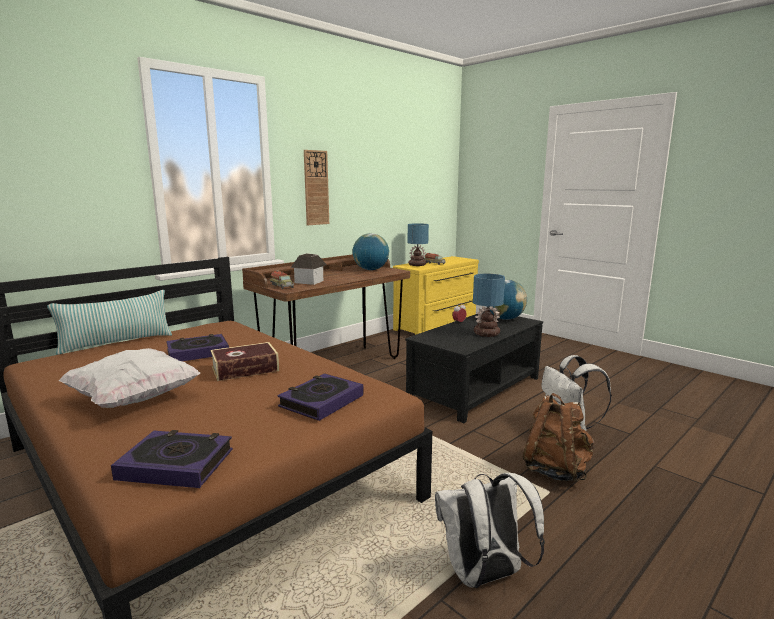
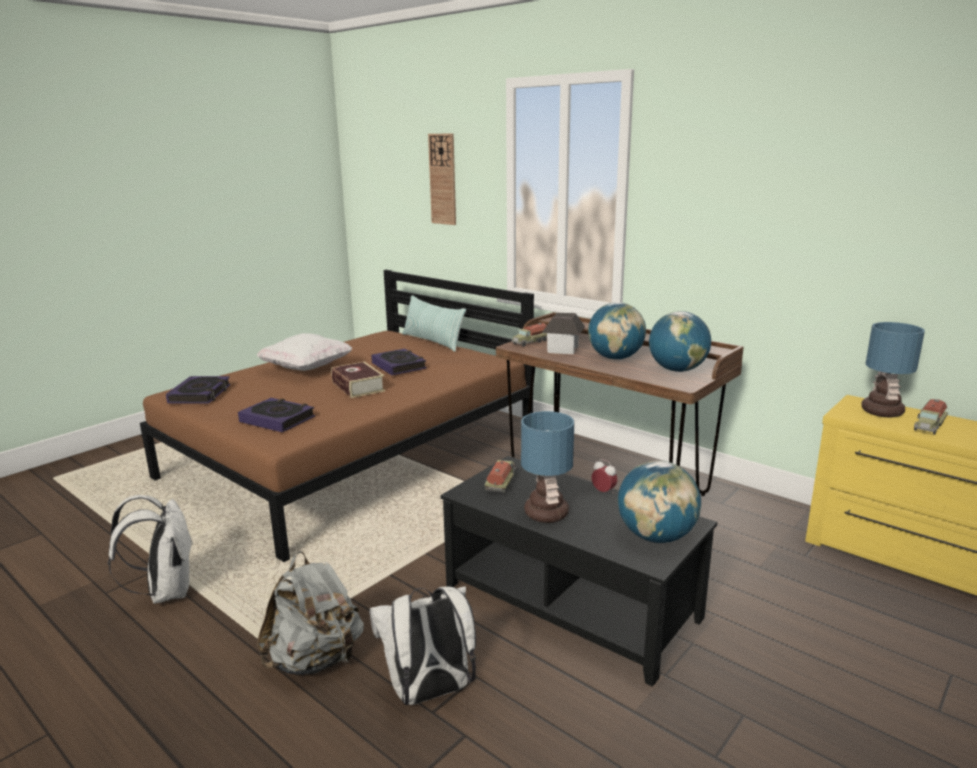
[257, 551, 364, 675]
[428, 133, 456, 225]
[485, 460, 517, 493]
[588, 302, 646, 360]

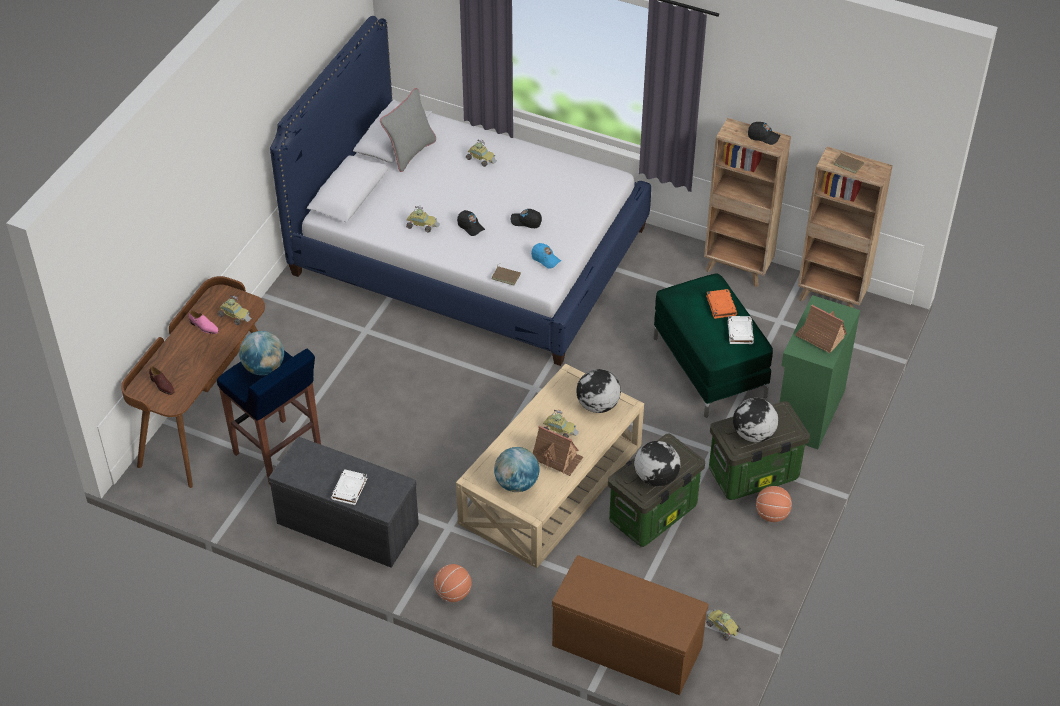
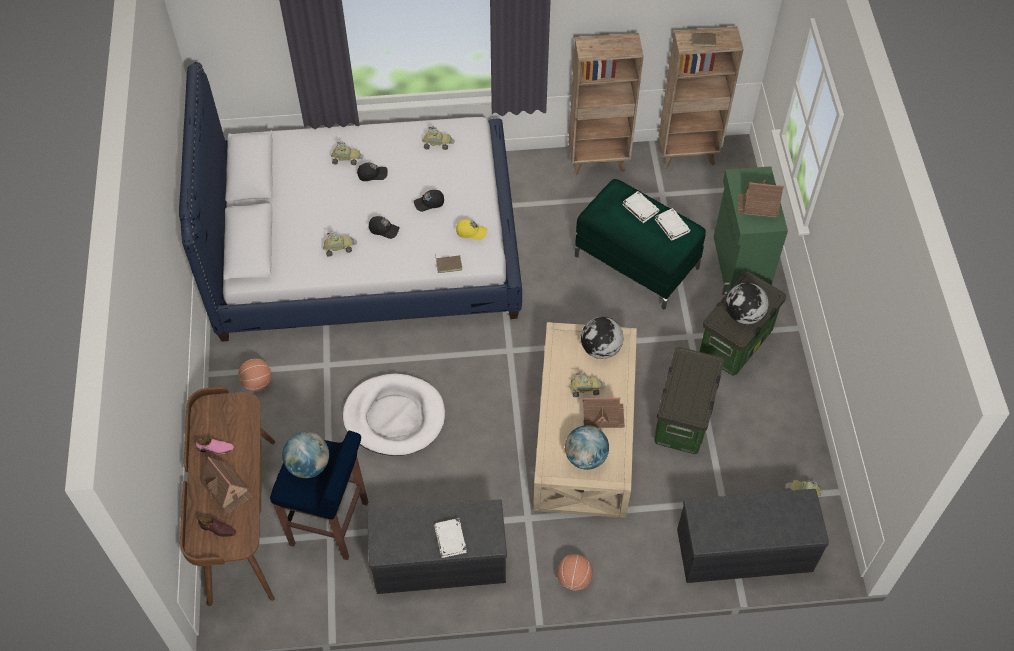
[201, 457, 253, 514]
[239, 358, 272, 392]
[343, 373, 445, 456]
[357, 162, 388, 181]
[422, 126, 455, 150]
[456, 219, 487, 240]
[622, 191, 660, 223]
[677, 489, 829, 583]
[380, 88, 436, 172] (first image)
[634, 441, 680, 487] (first image)

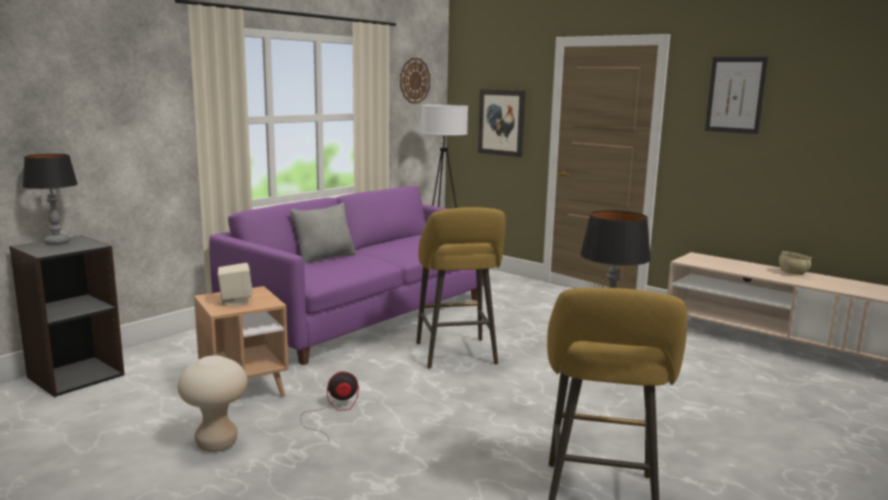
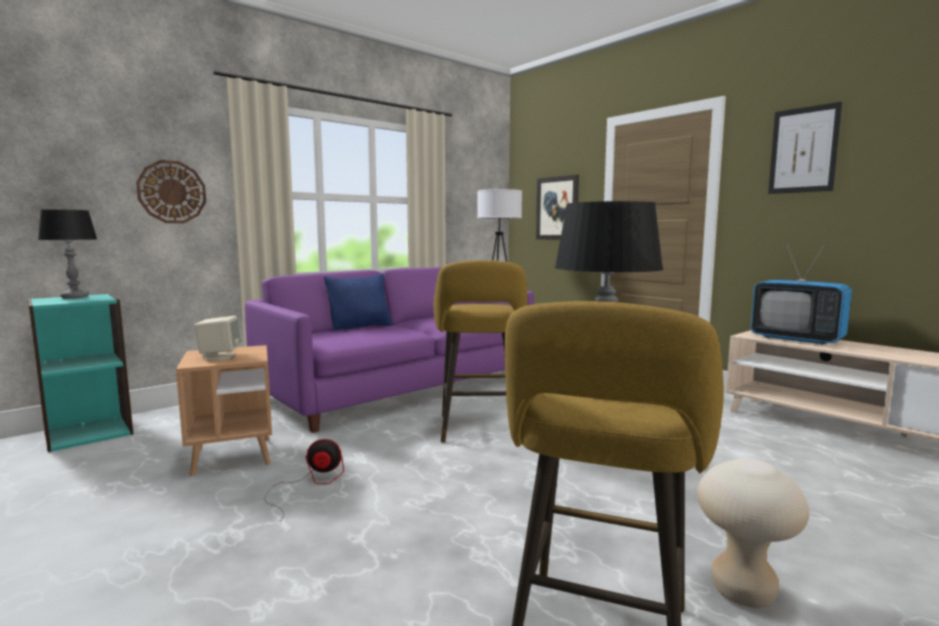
[28, 294, 133, 452]
[136, 160, 206, 223]
[324, 274, 393, 331]
[697, 458, 809, 608]
[751, 243, 852, 345]
[779, 251, 812, 275] (first image)

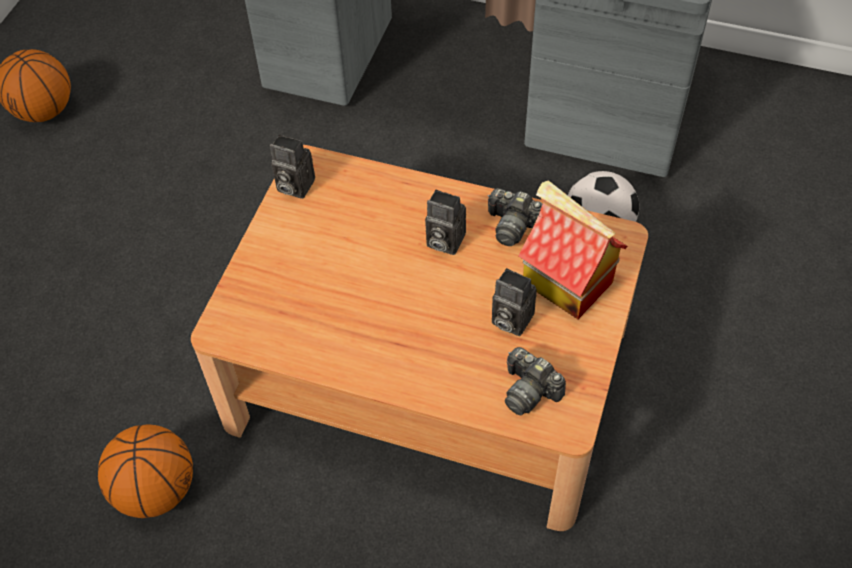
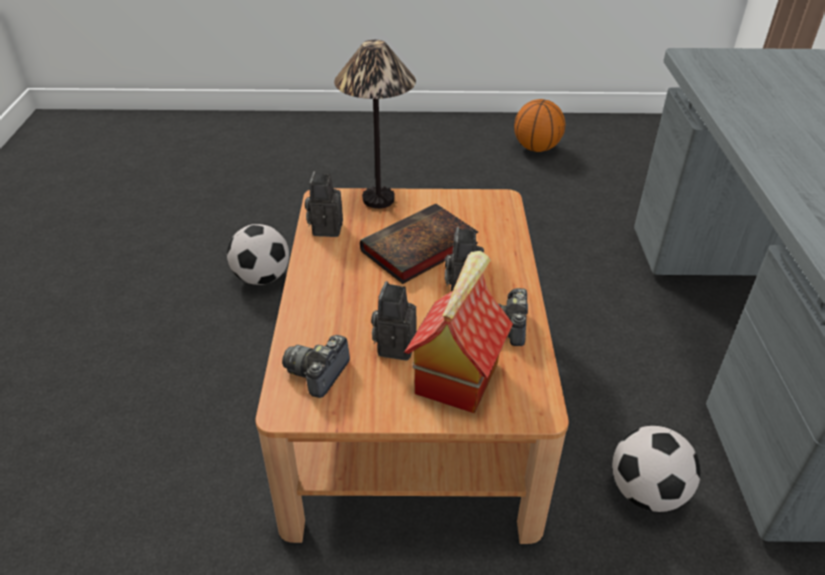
[227, 224, 289, 285]
[305, 171, 343, 237]
[334, 40, 416, 209]
[360, 204, 478, 284]

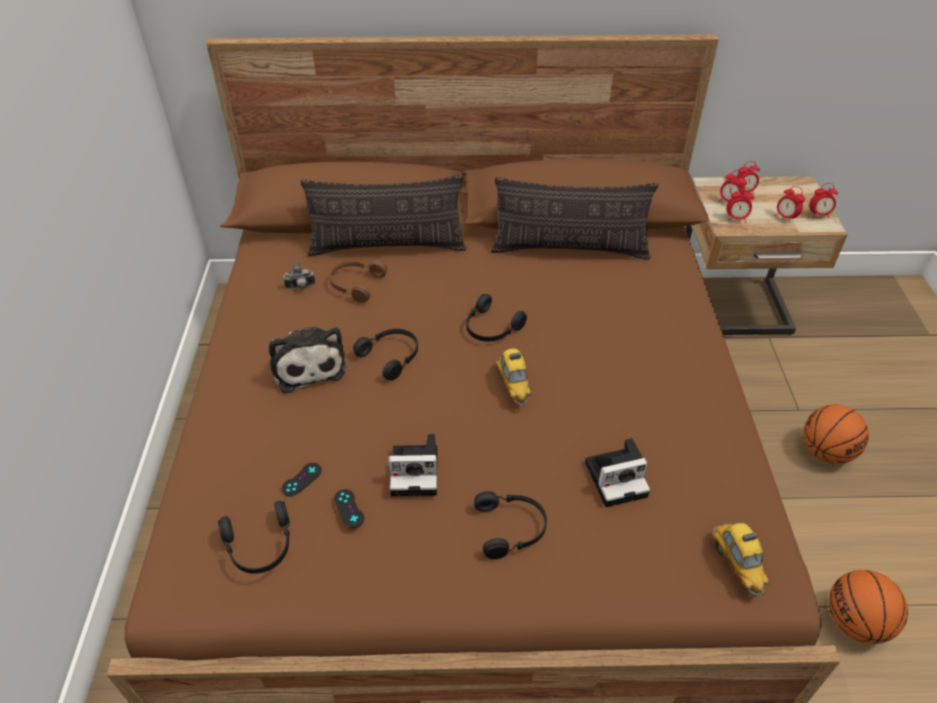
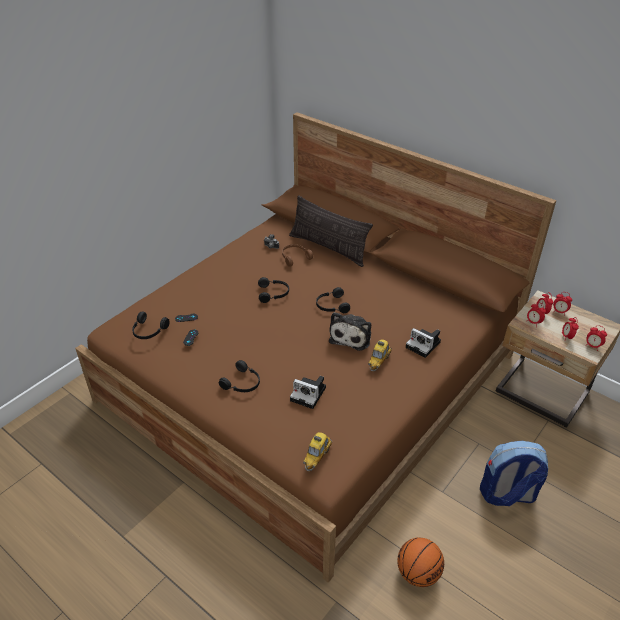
[329, 312, 371, 351]
[368, 340, 392, 372]
[406, 328, 441, 358]
[480, 441, 548, 506]
[491, 177, 658, 260] (first image)

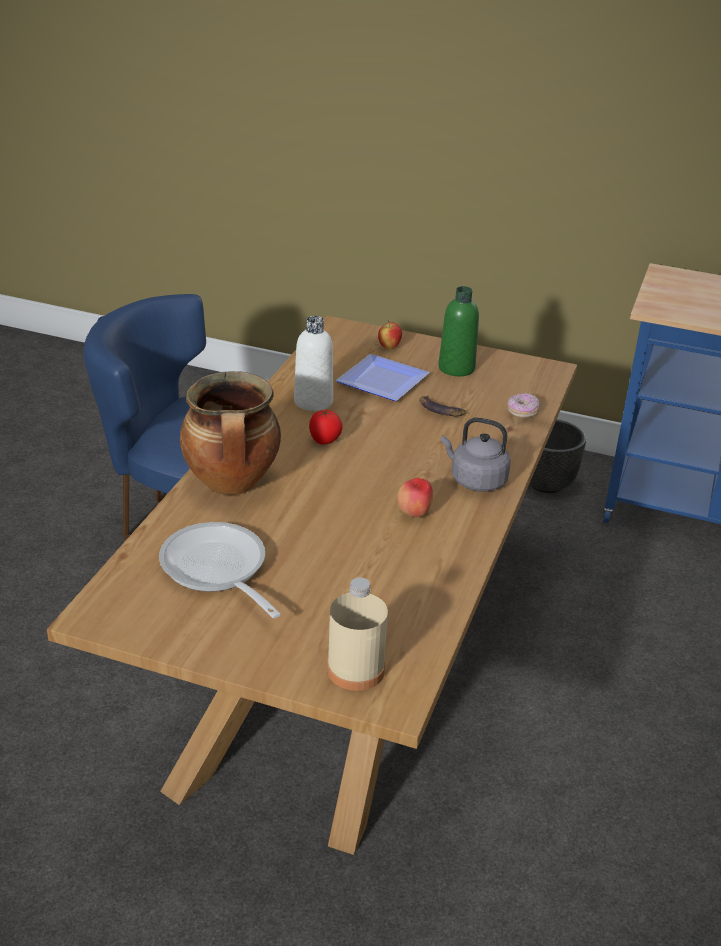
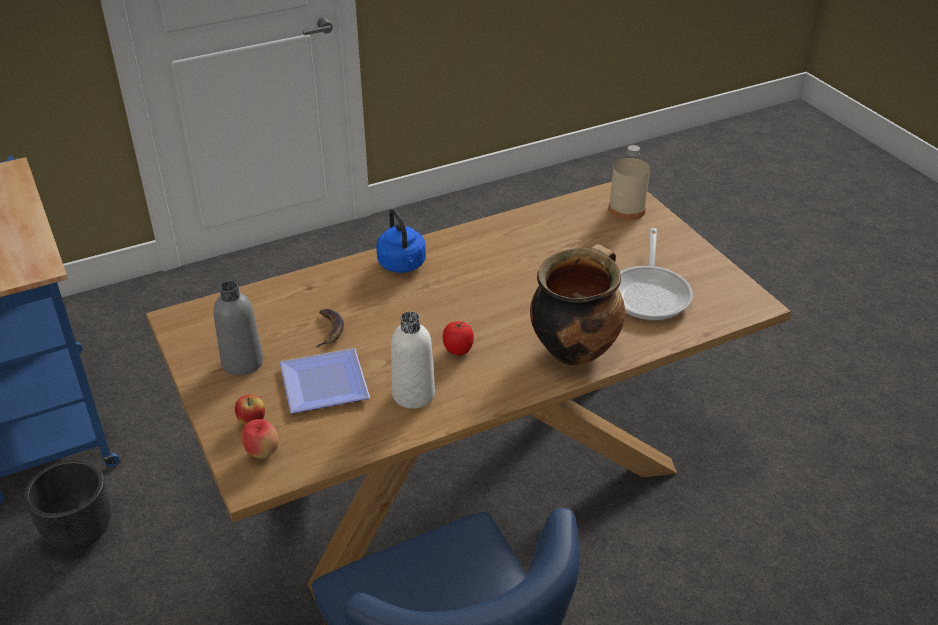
[213, 281, 263, 376]
[242, 419, 279, 459]
[376, 209, 426, 273]
[508, 393, 540, 418] (first image)

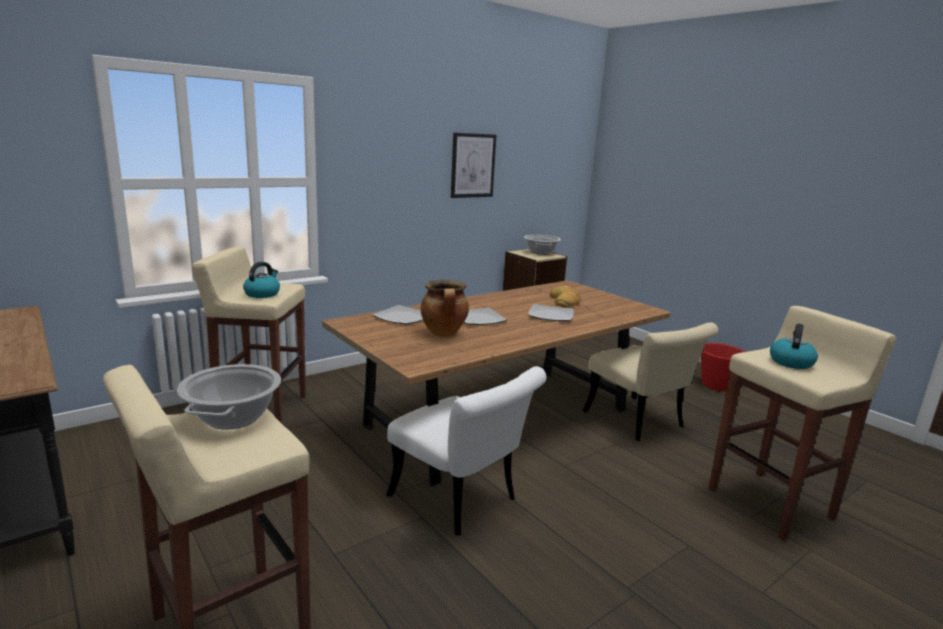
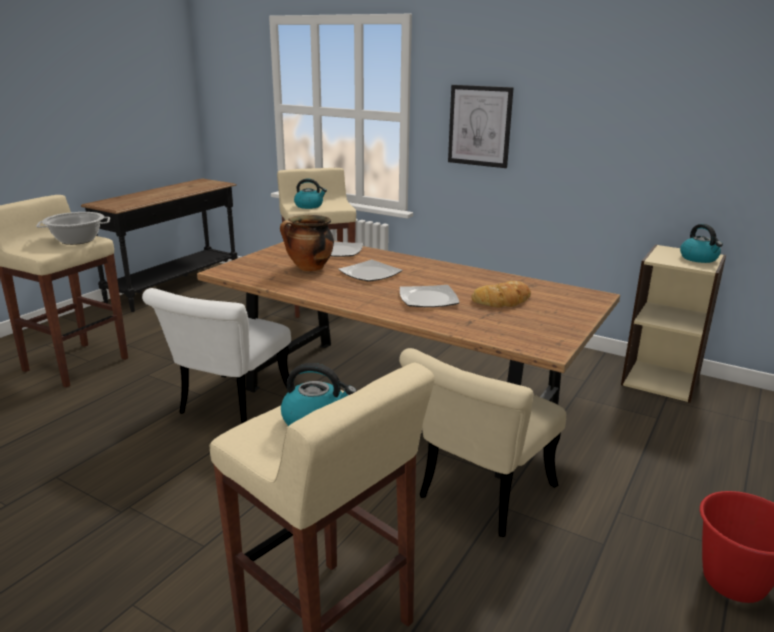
[448, 85, 513, 168]
[680, 224, 723, 263]

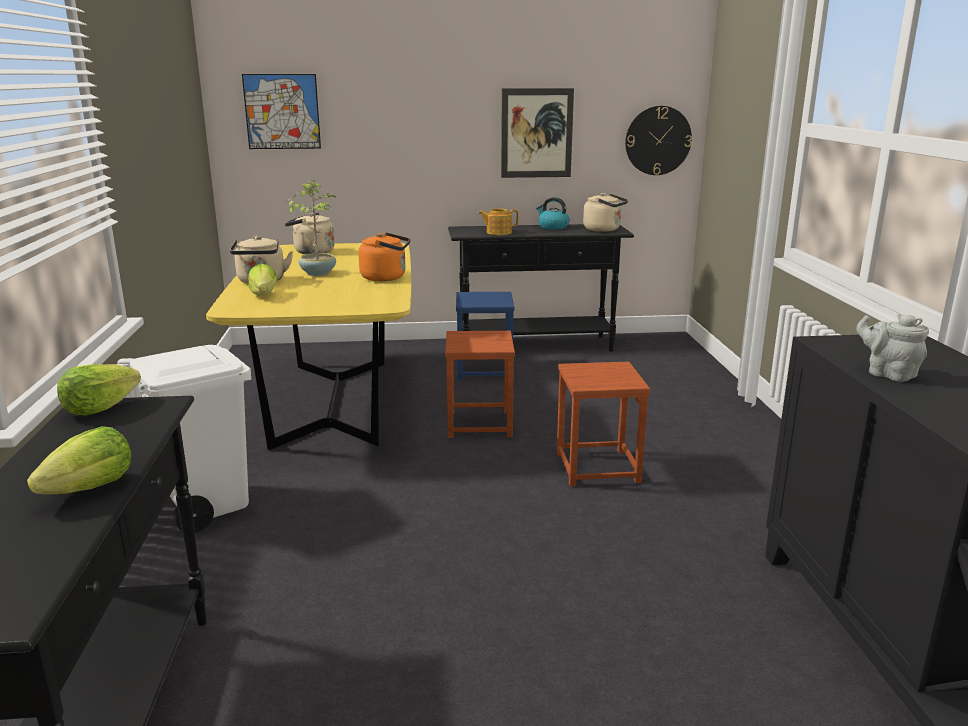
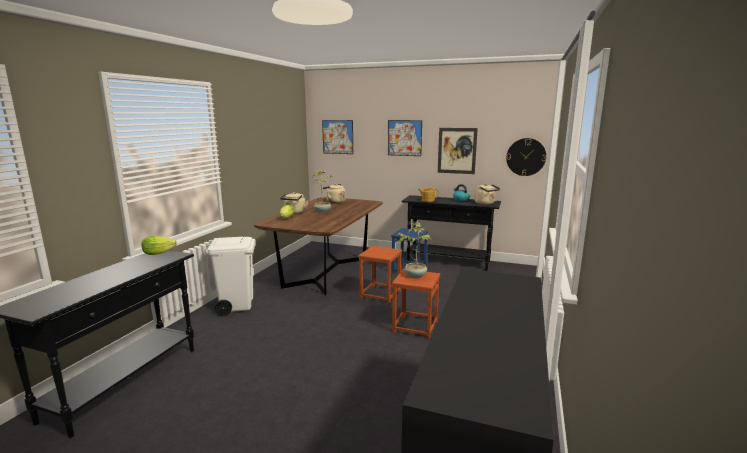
[254, 197, 383, 296]
[388, 120, 422, 156]
[397, 221, 430, 278]
[27, 426, 131, 494] (first image)
[358, 233, 411, 281] (first image)
[856, 314, 929, 382] (first image)

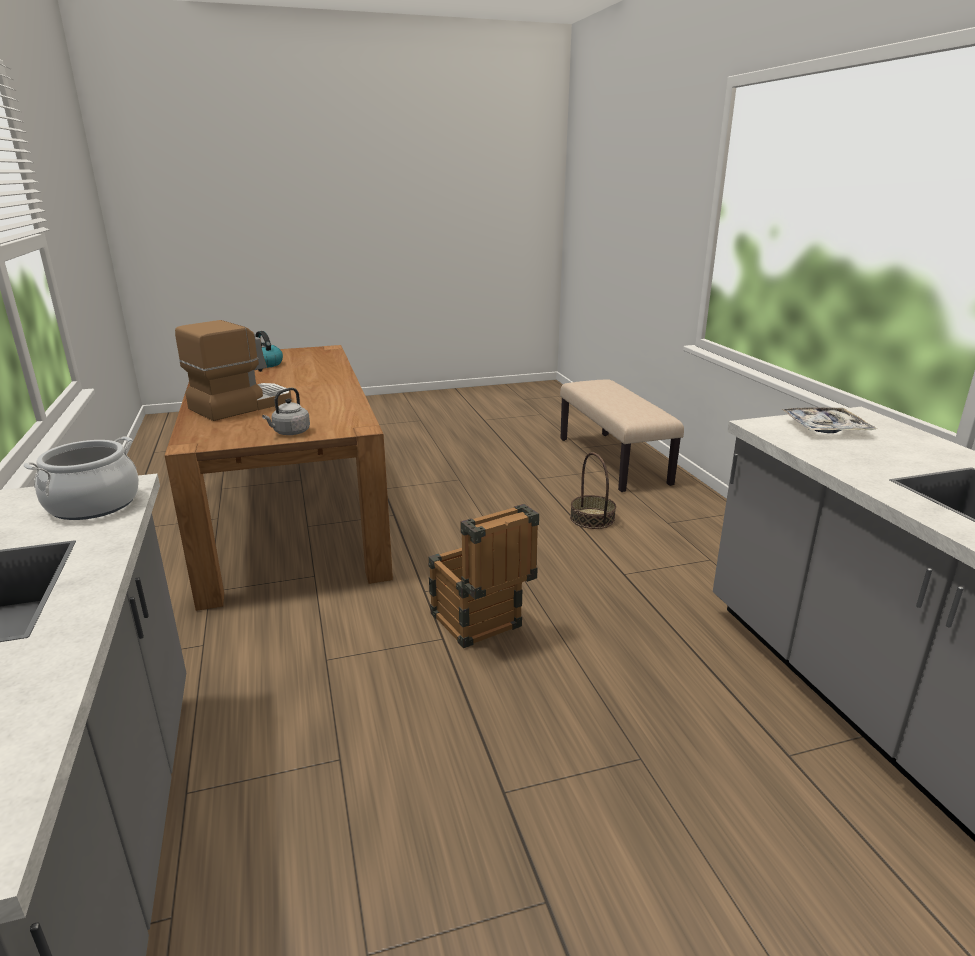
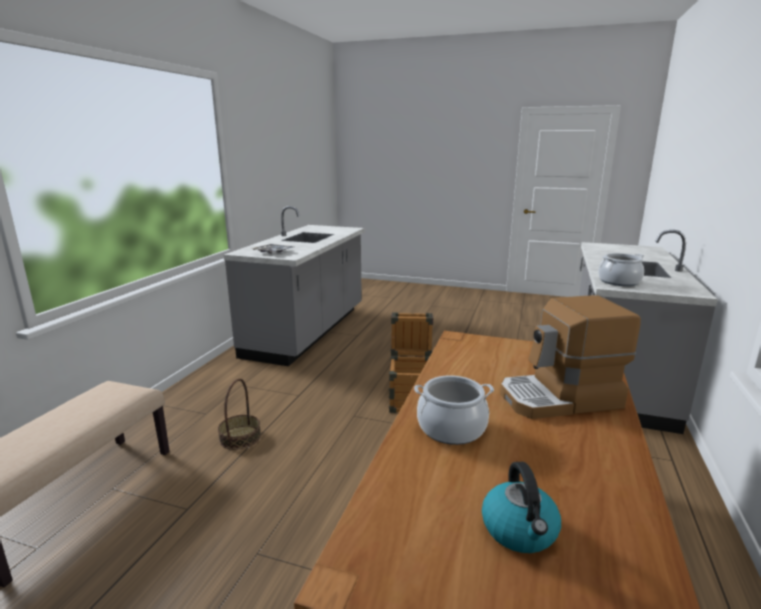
[414, 375, 494, 445]
[262, 388, 310, 435] (first image)

